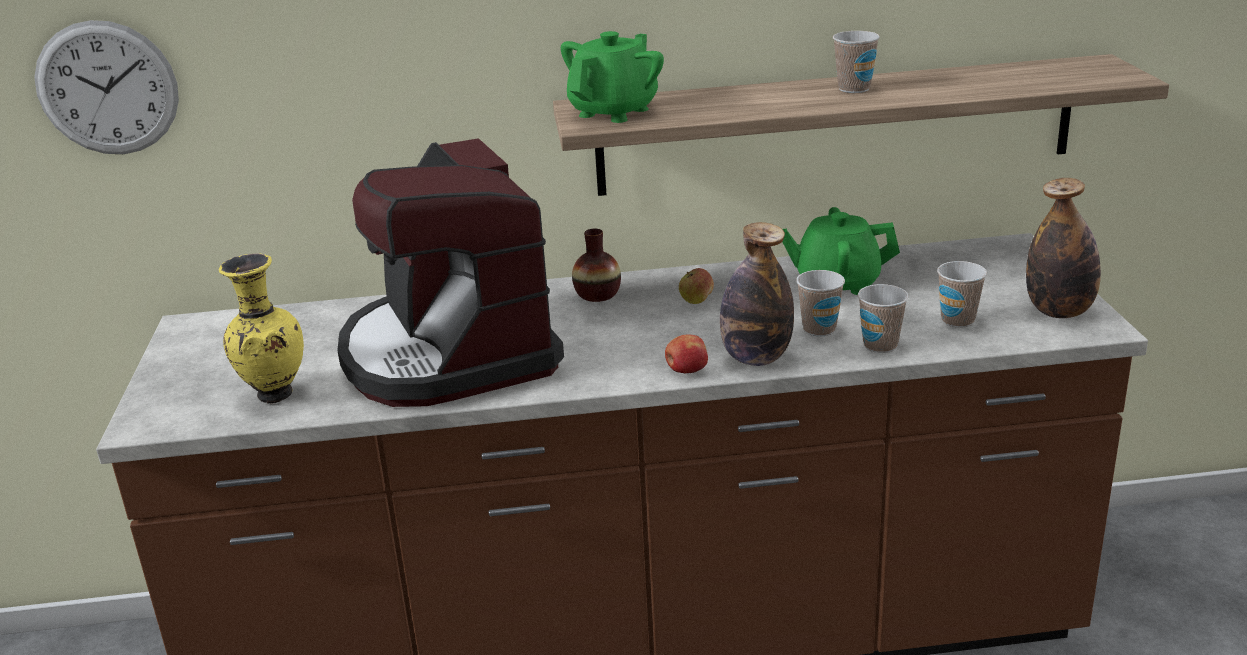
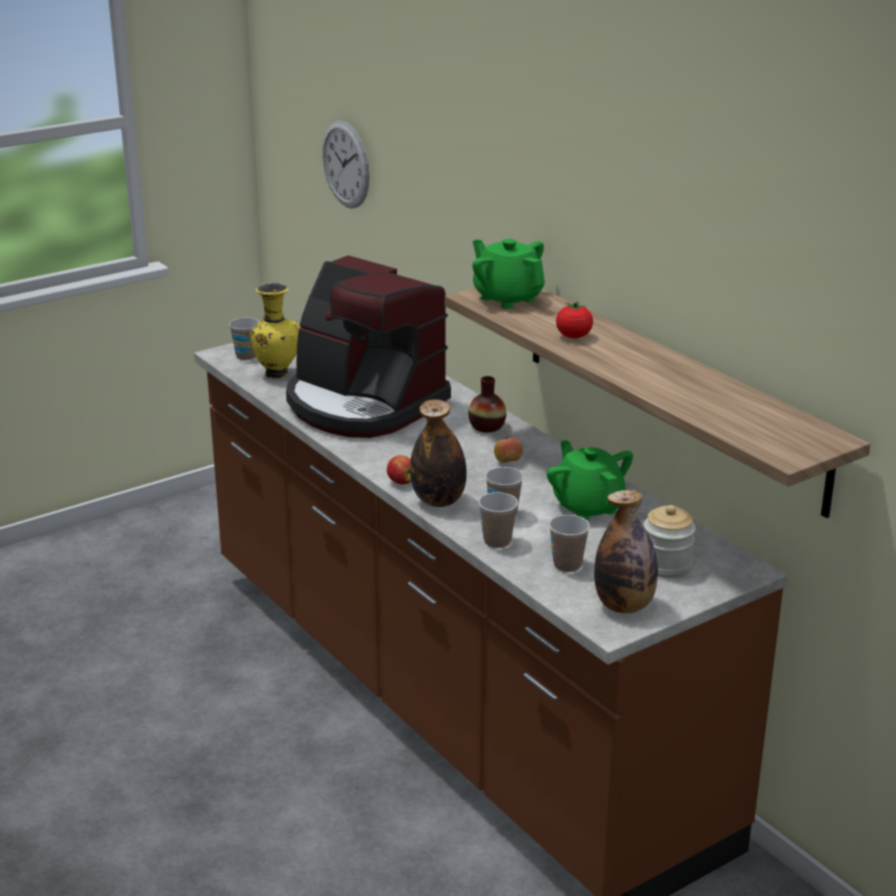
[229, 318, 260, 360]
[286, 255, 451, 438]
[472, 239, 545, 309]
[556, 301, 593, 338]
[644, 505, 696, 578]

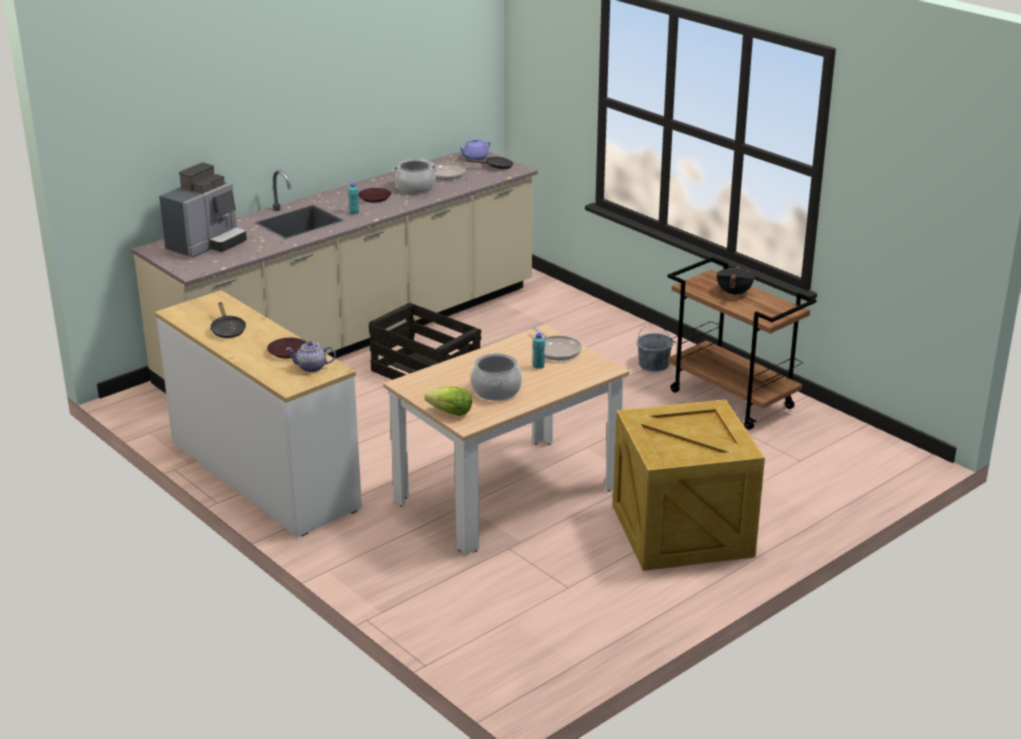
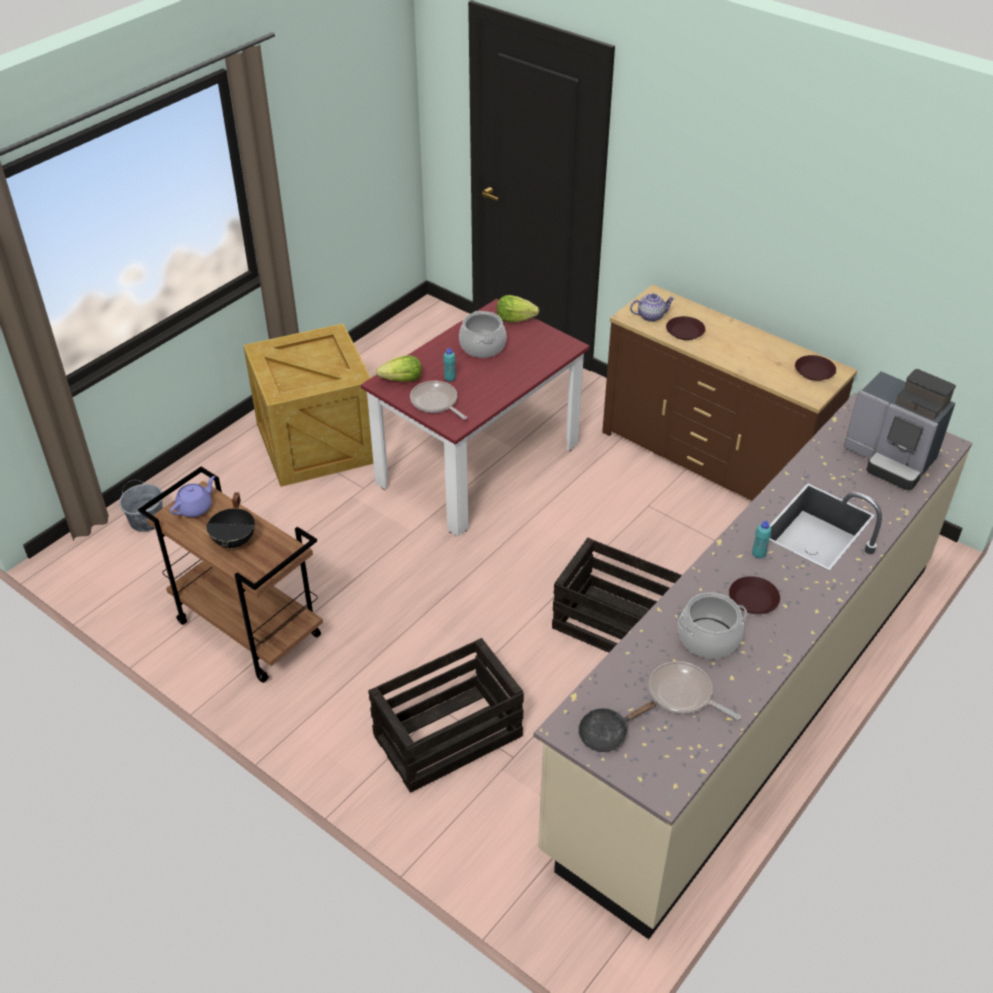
[119, 480, 163, 532]
[170, 476, 215, 517]
[361, 299, 590, 537]
[368, 638, 524, 793]
[376, 355, 422, 382]
[602, 284, 857, 501]
[795, 355, 836, 381]
[844, 369, 956, 490]
[210, 302, 246, 338] (first image)

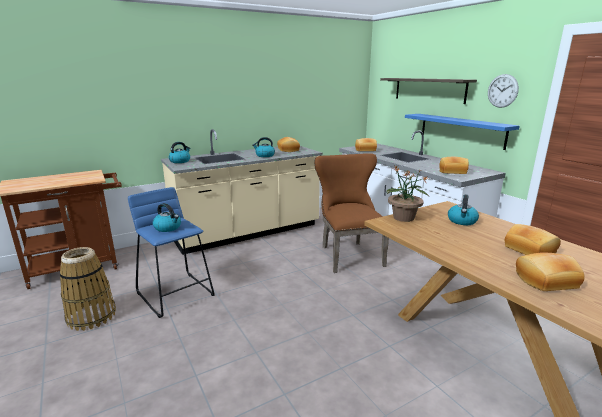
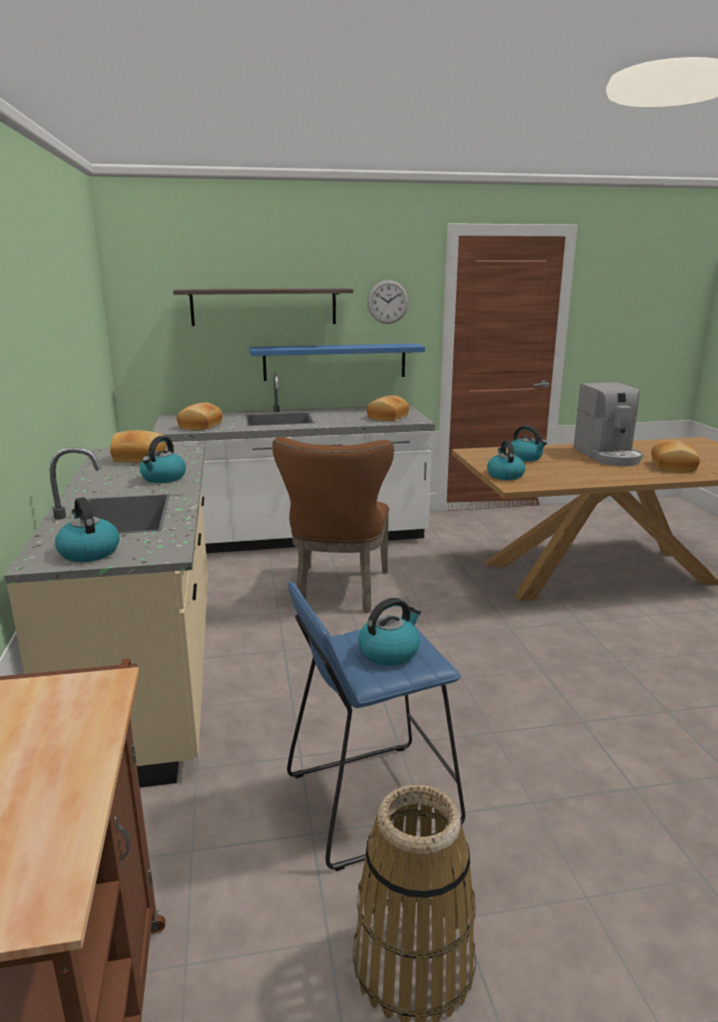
[272, 437, 394, 613]
[487, 440, 525, 480]
[573, 382, 643, 466]

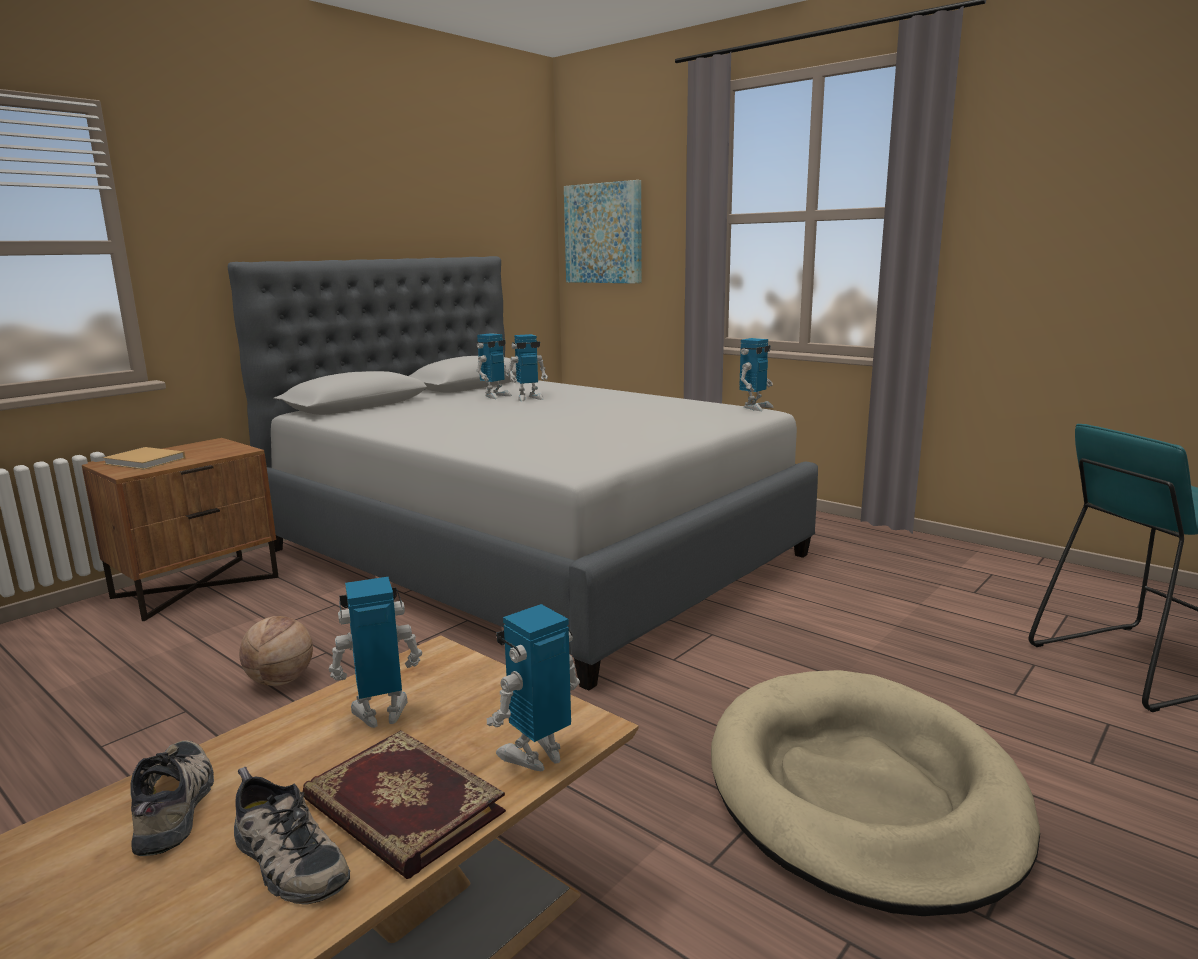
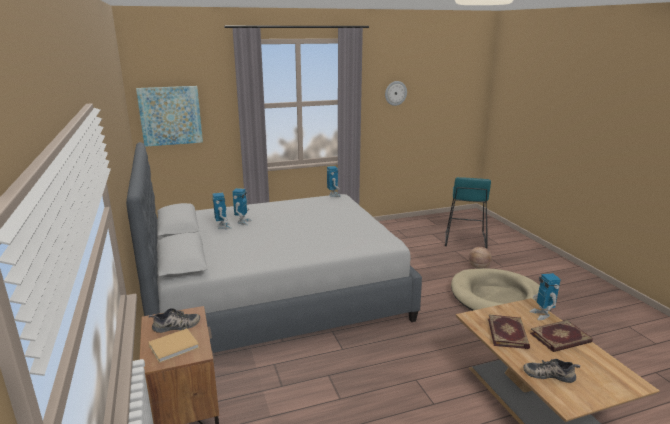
[149, 308, 200, 333]
[385, 81, 407, 106]
[468, 247, 492, 269]
[488, 315, 530, 349]

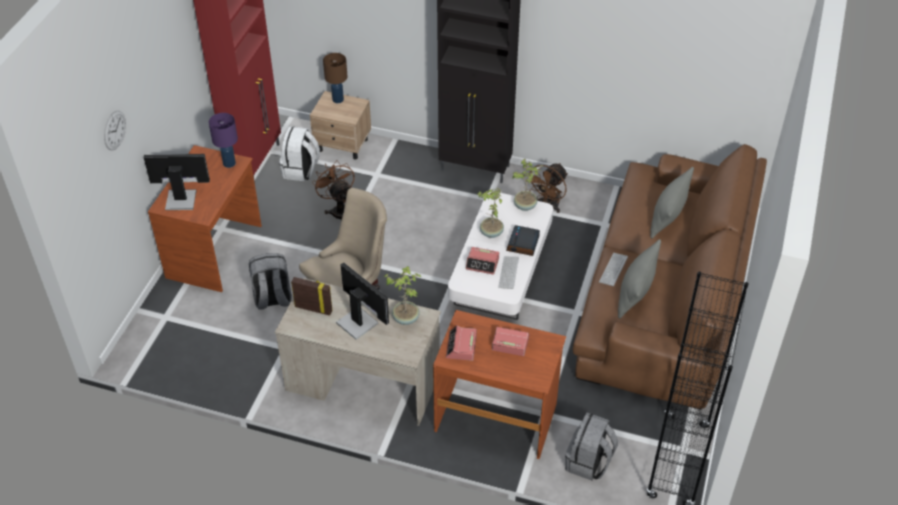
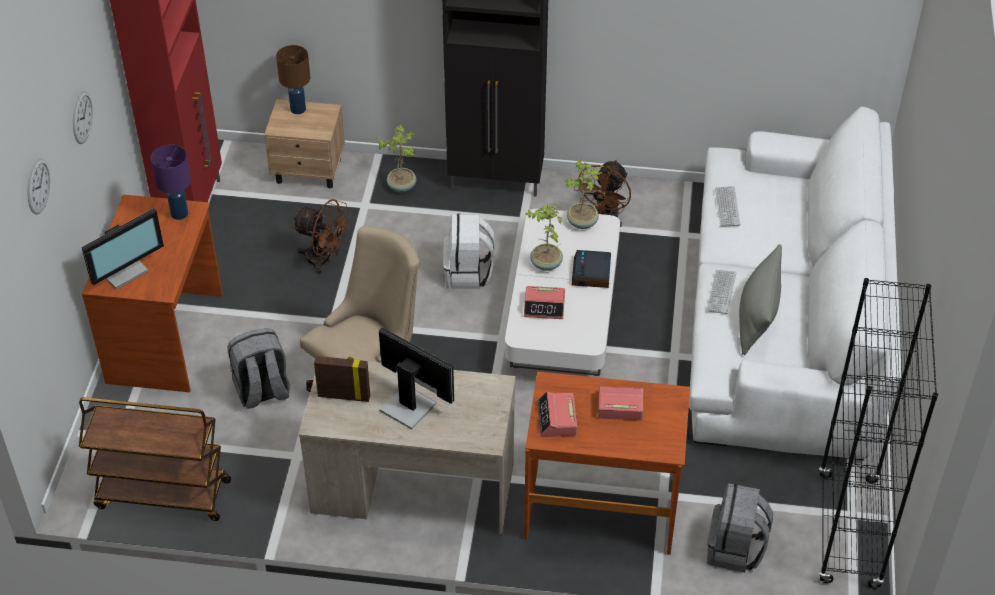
[73, 91, 93, 144]
[79, 397, 231, 521]
[82, 208, 164, 290]
[292, 199, 351, 274]
[375, 125, 416, 193]
[443, 213, 495, 289]
[689, 106, 901, 460]
[715, 186, 740, 227]
[650, 167, 694, 239] (first image)

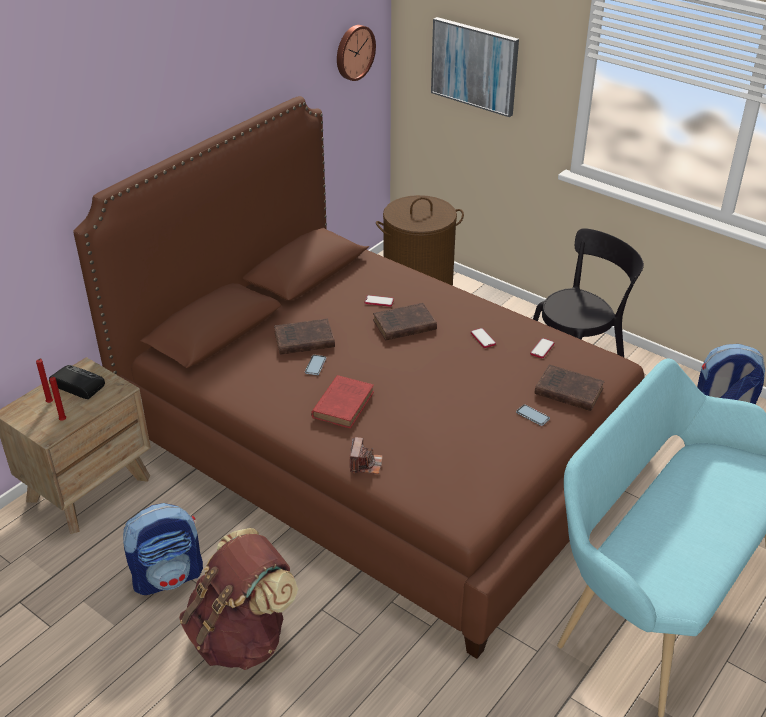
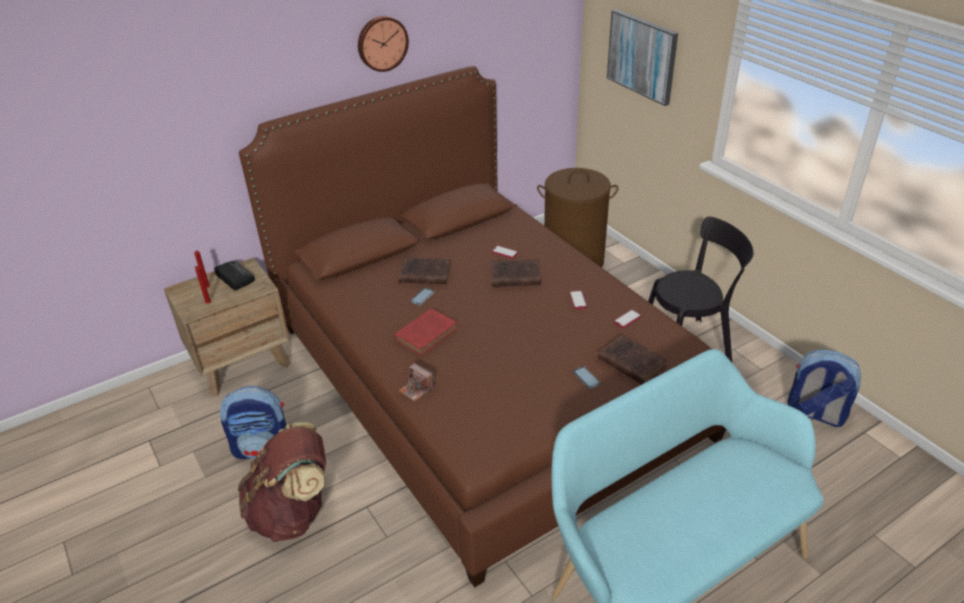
[358, 16, 409, 72]
[398, 363, 435, 402]

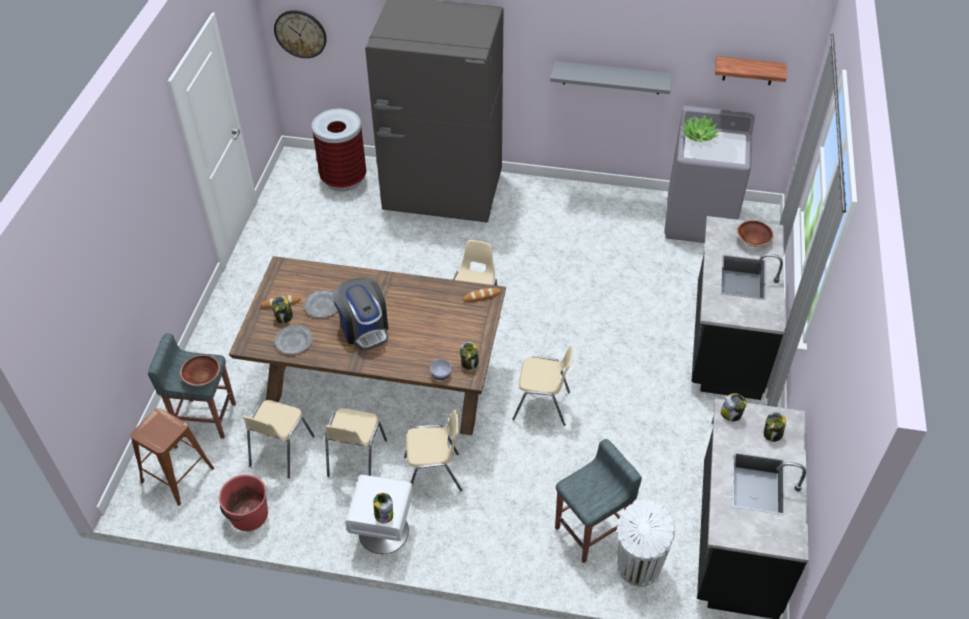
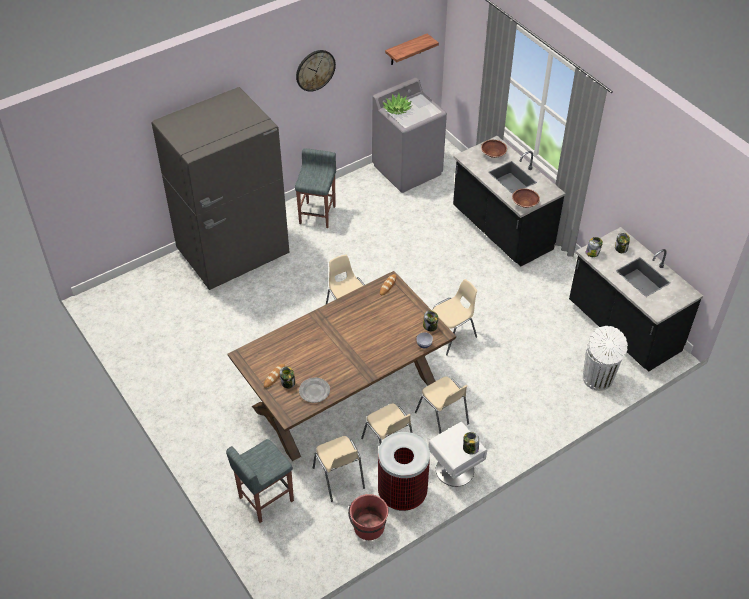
[295, 149, 336, 228]
[296, 50, 336, 92]
[378, 432, 430, 511]
[415, 377, 469, 434]
[512, 189, 540, 208]
[130, 408, 214, 506] (first image)
[304, 290, 338, 318] (first image)
[332, 277, 388, 351] (first image)
[550, 61, 672, 94] (first image)

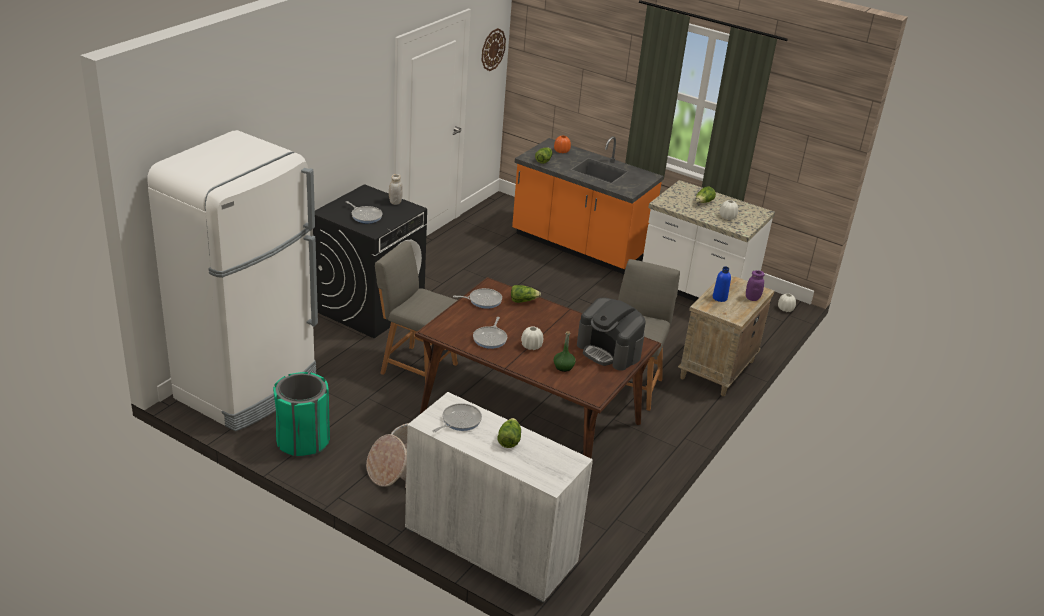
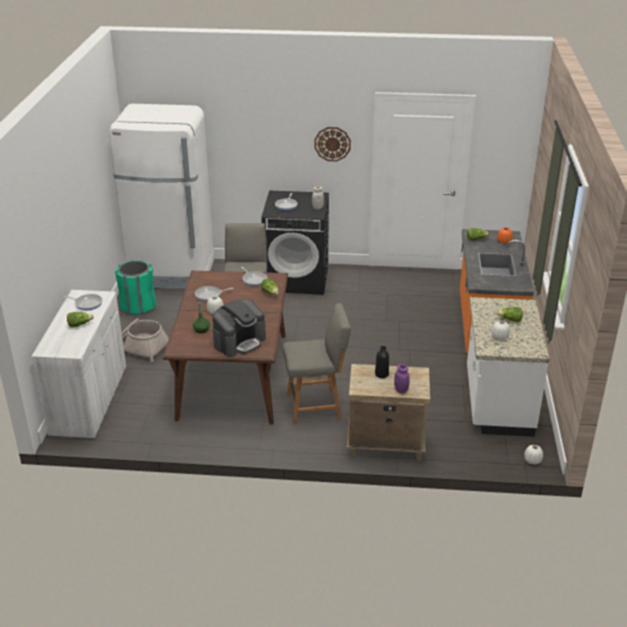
[213, 299, 266, 357]
[315, 127, 351, 161]
[375, 346, 389, 378]

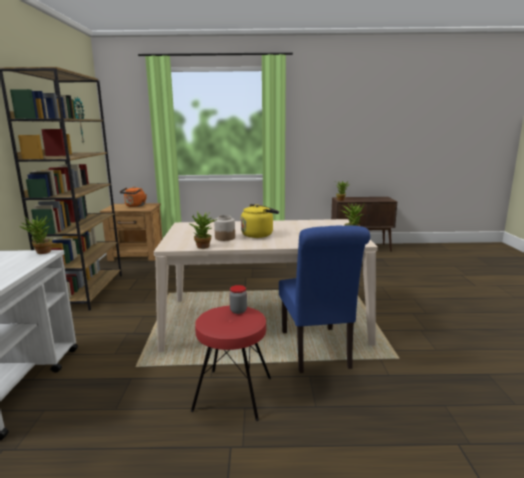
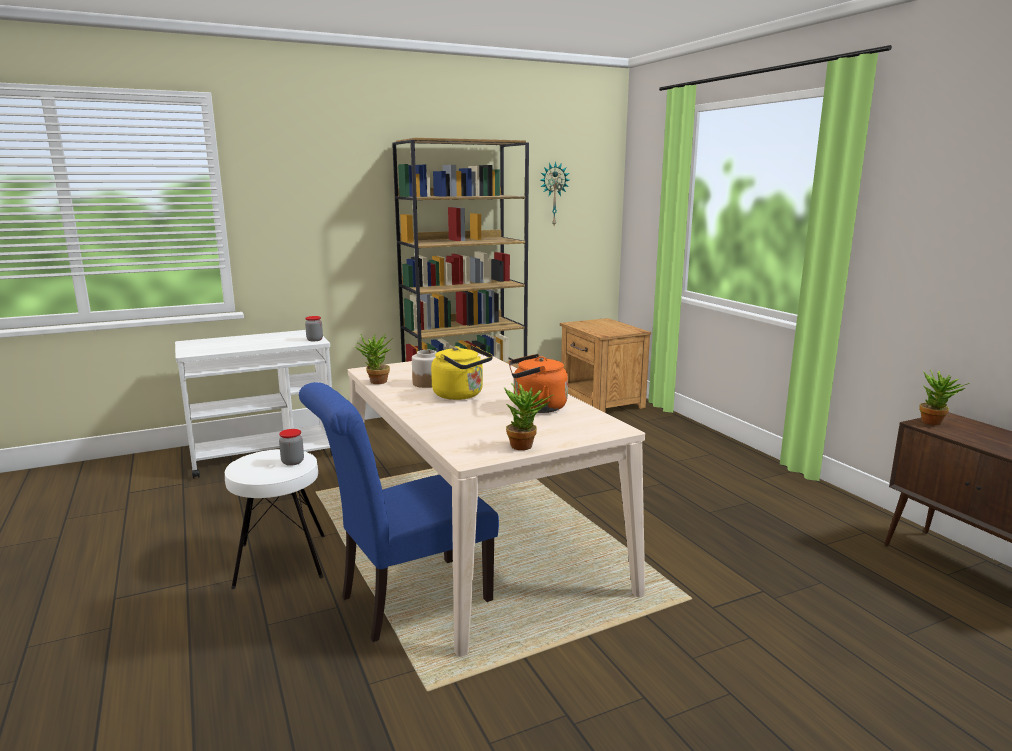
[225, 449, 325, 589]
[305, 316, 323, 341]
[509, 354, 568, 413]

